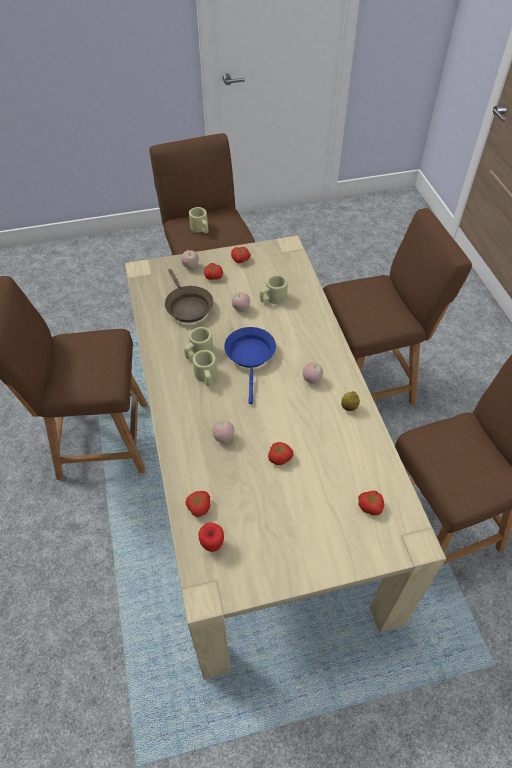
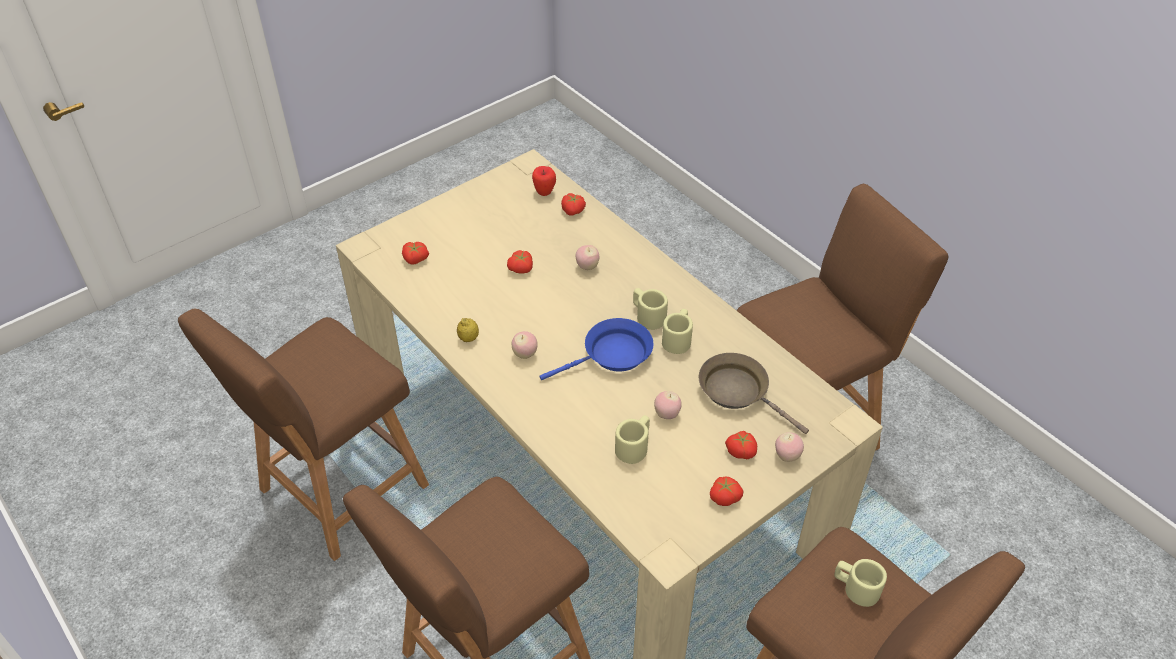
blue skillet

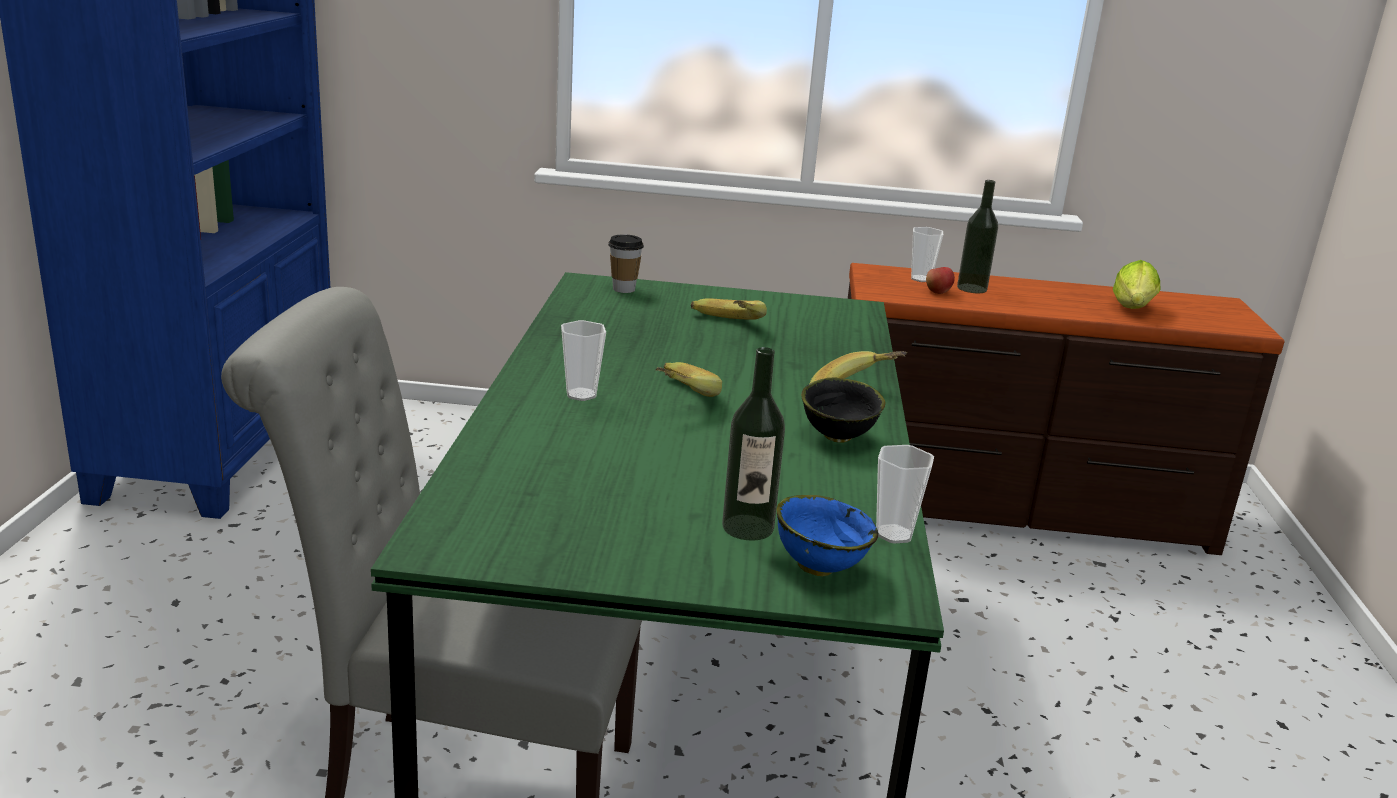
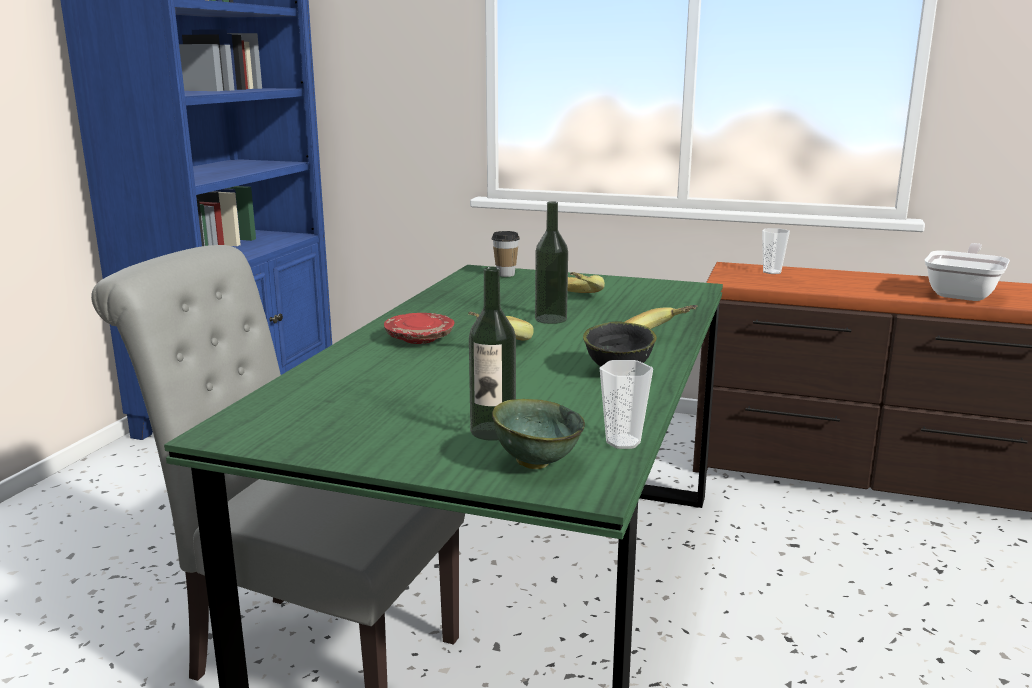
red plate; green serving bowl; drink bottle (no. 2 from left); skillet; apple fruit

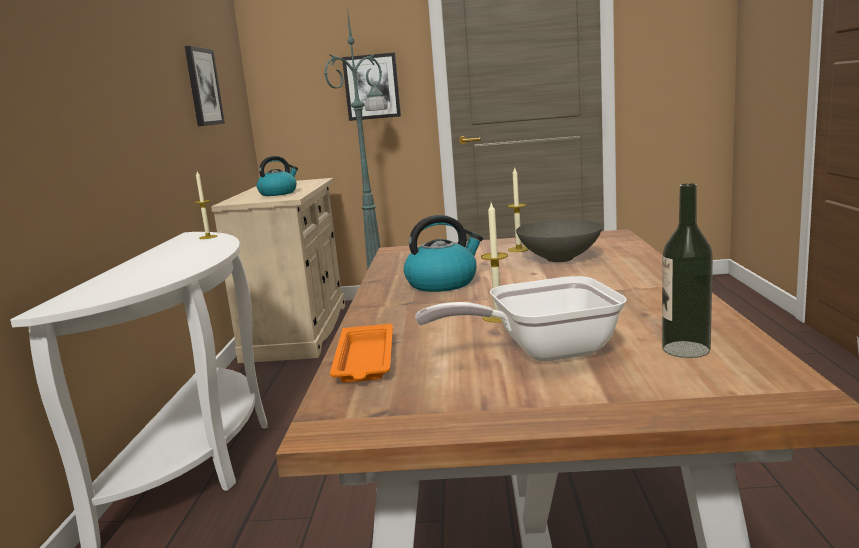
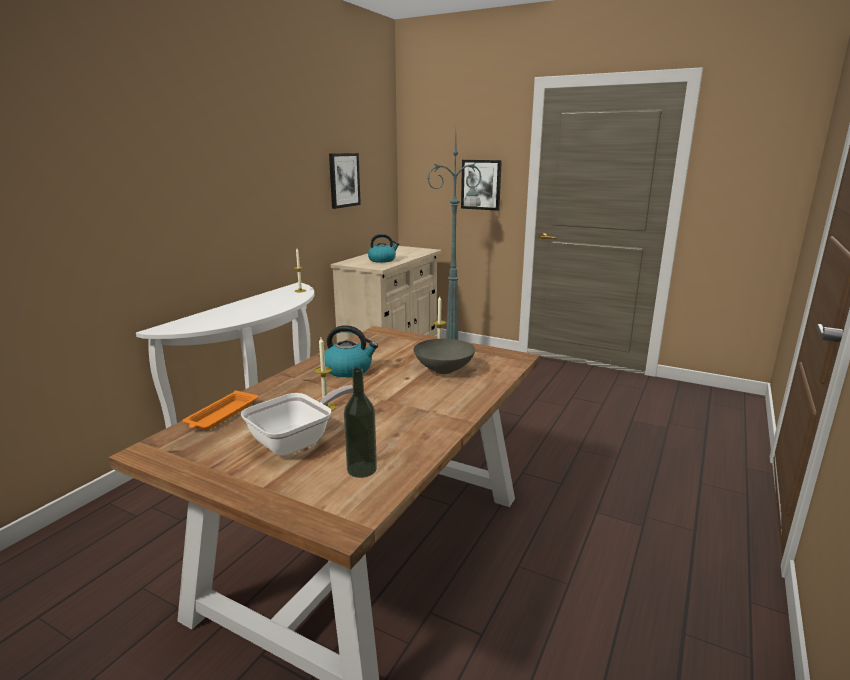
skillet

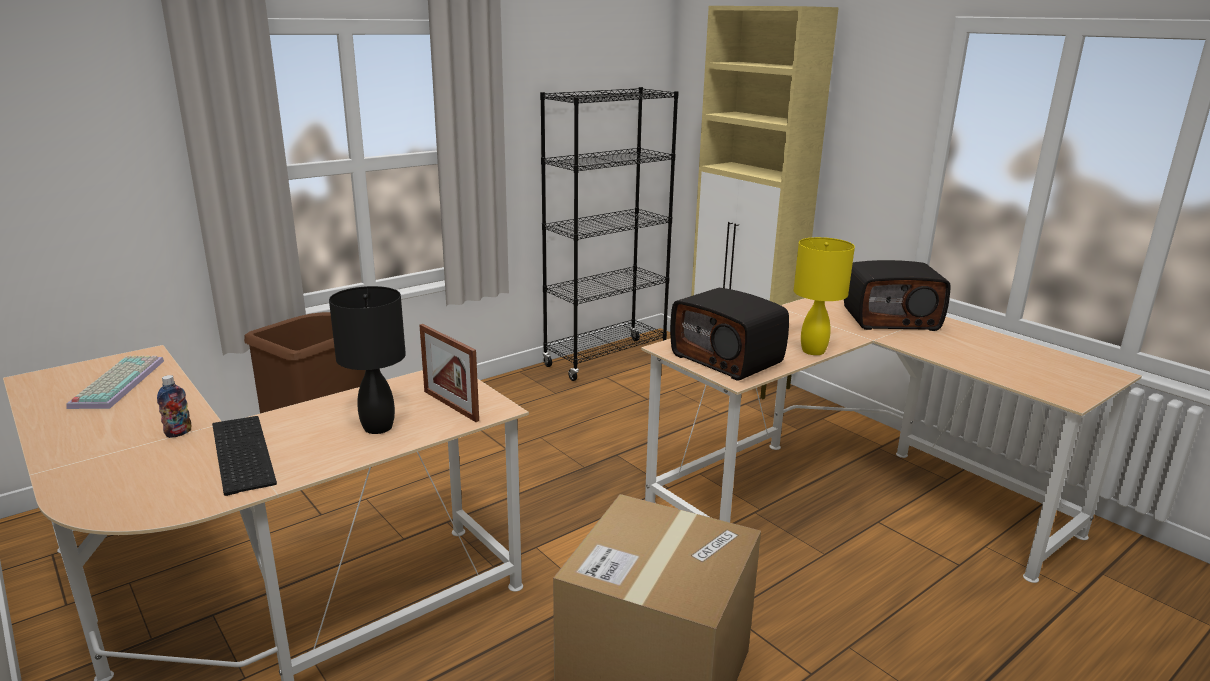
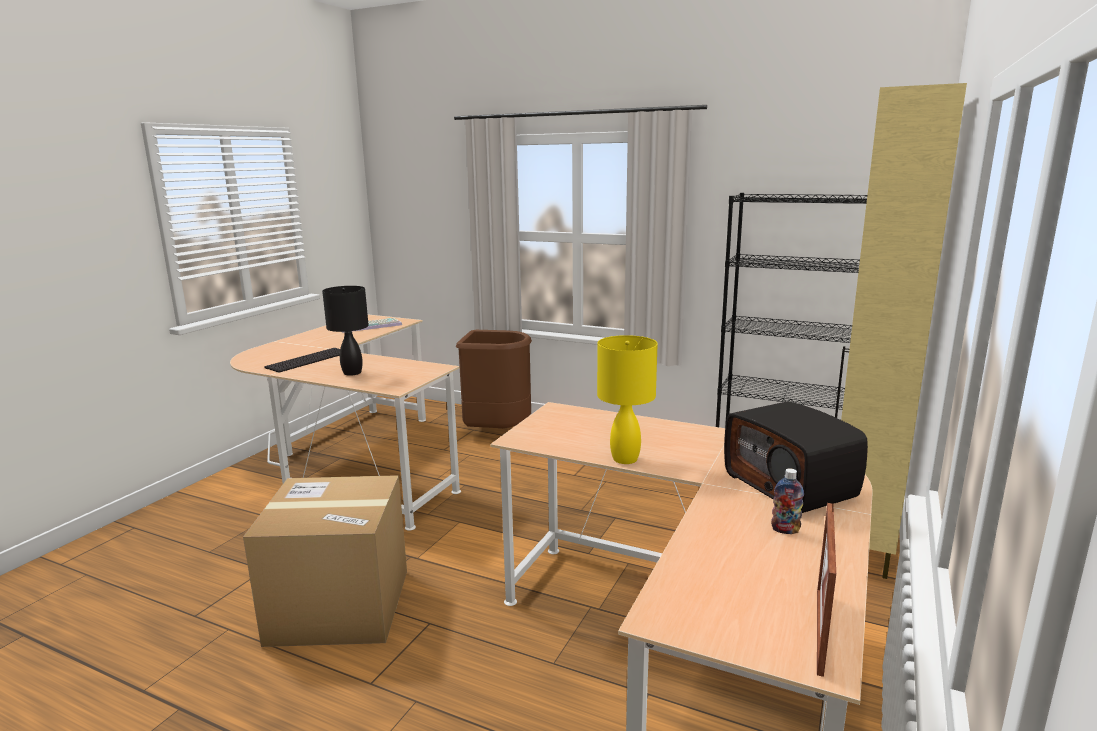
drink bottle; picture frame; radio set (no. 1 from left in the first image)

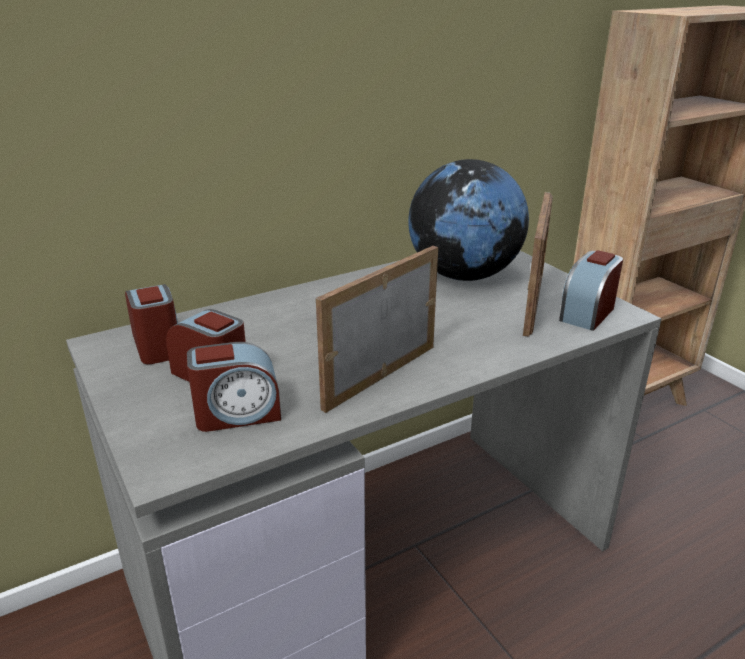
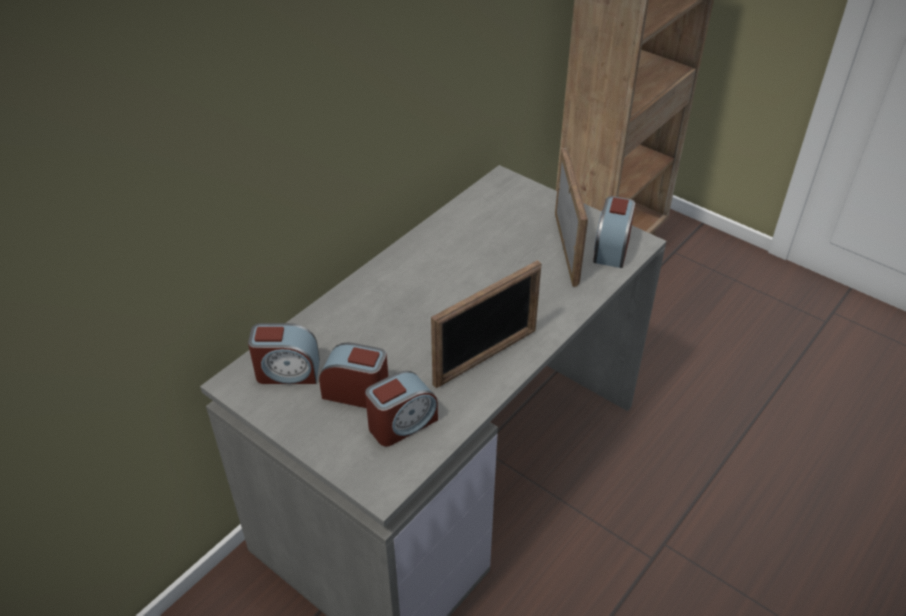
table clock (no. 1 from left); picture frame (no. 1 from left); desk globe

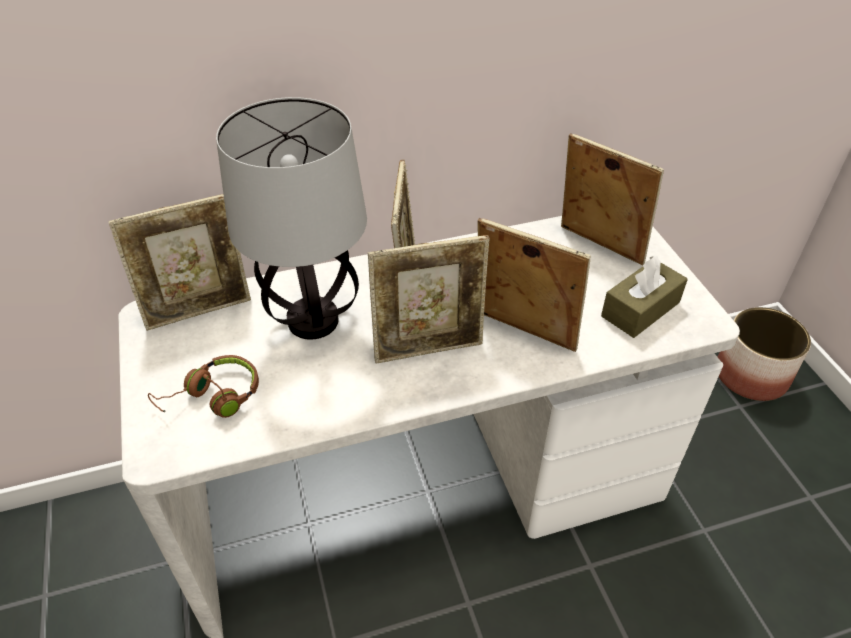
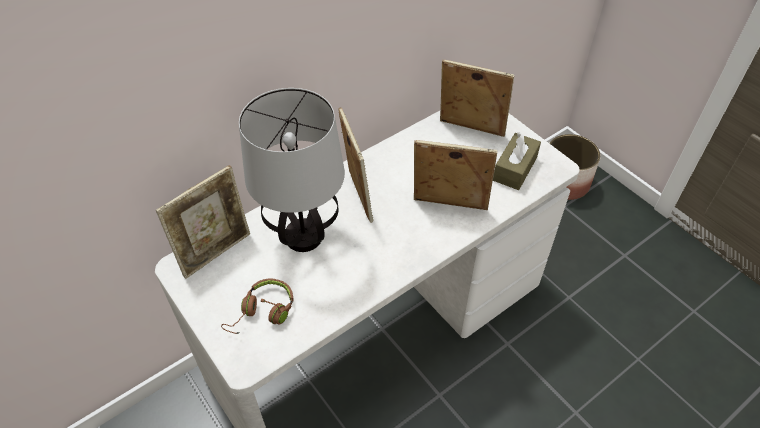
picture frame (no. 3 from left in the first image)

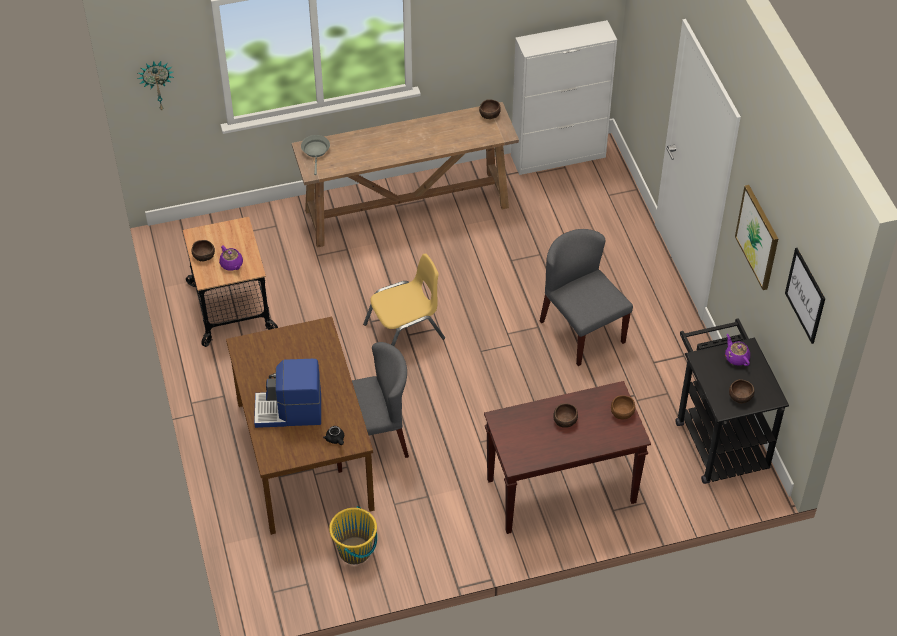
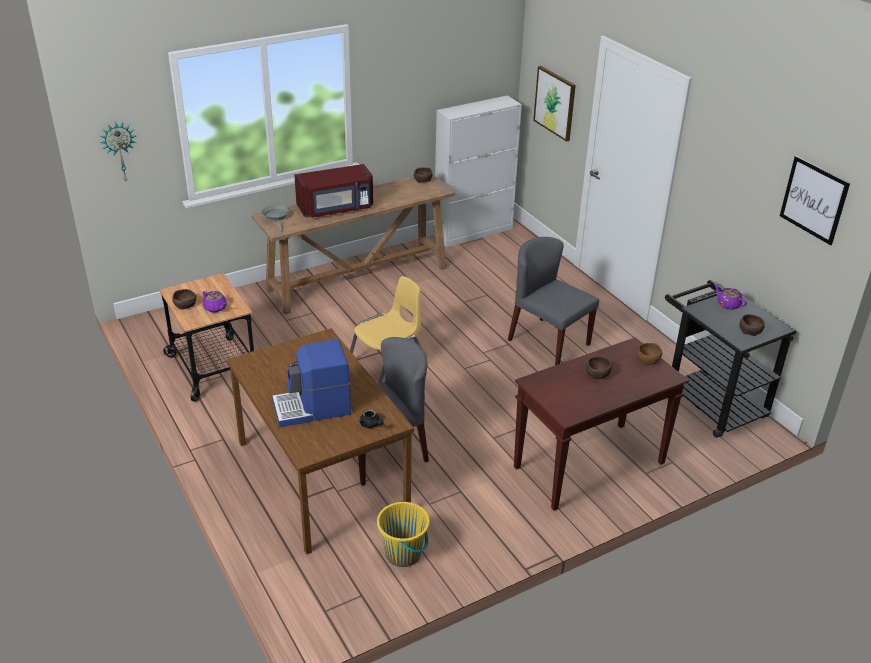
red kitchen microwave; picture (no. 1 from left)

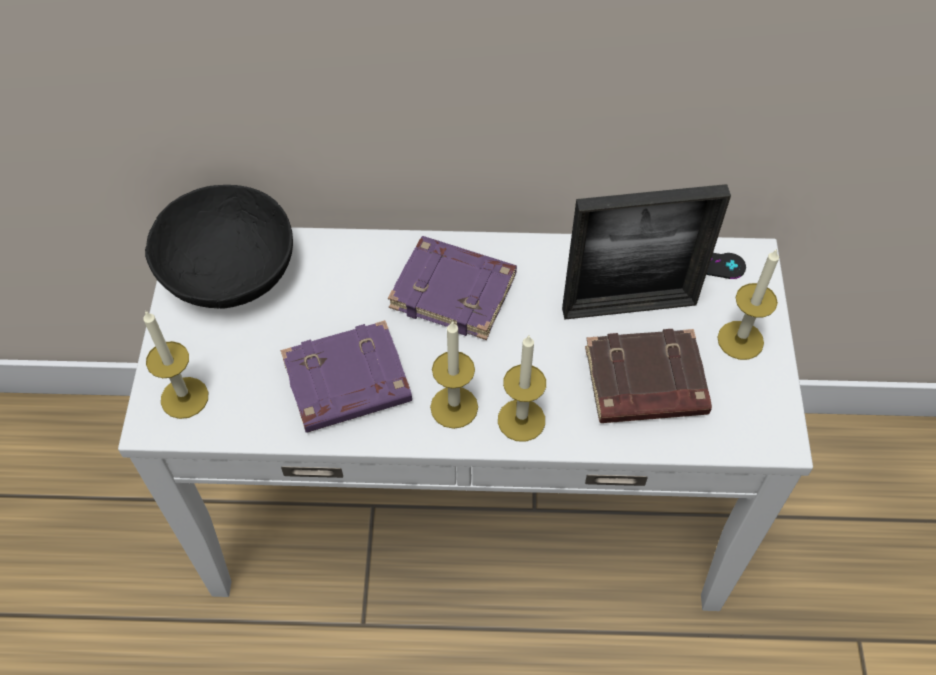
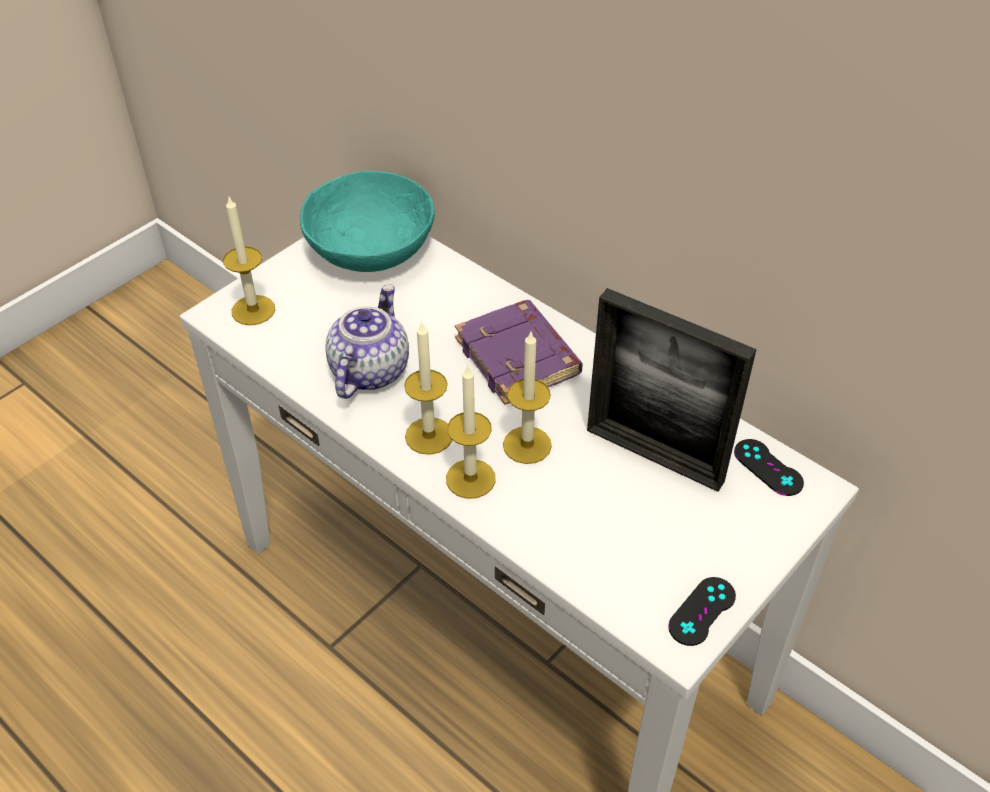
blue-green serving bowl; tea pot; wax light (no. 4 from left); black gamepad (no. 1 from left); brown bound book

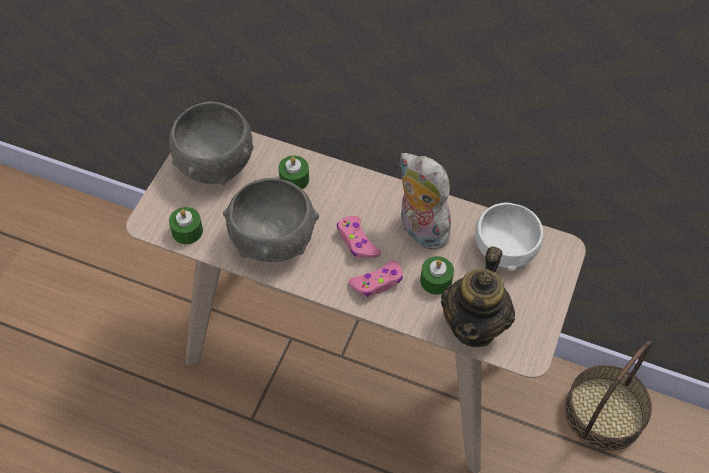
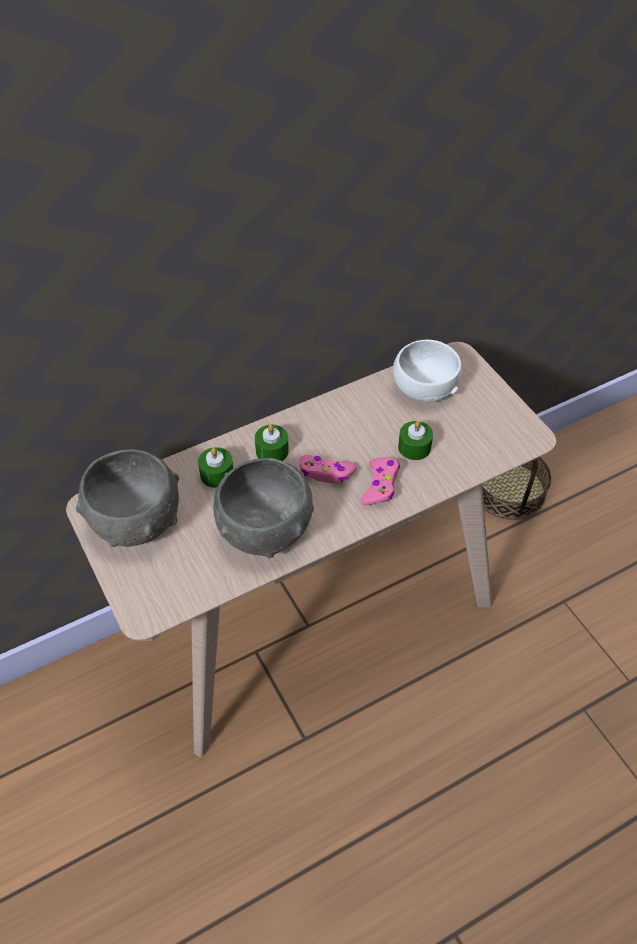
green wax light (no. 2 from left); cuddly toy; tea pot

